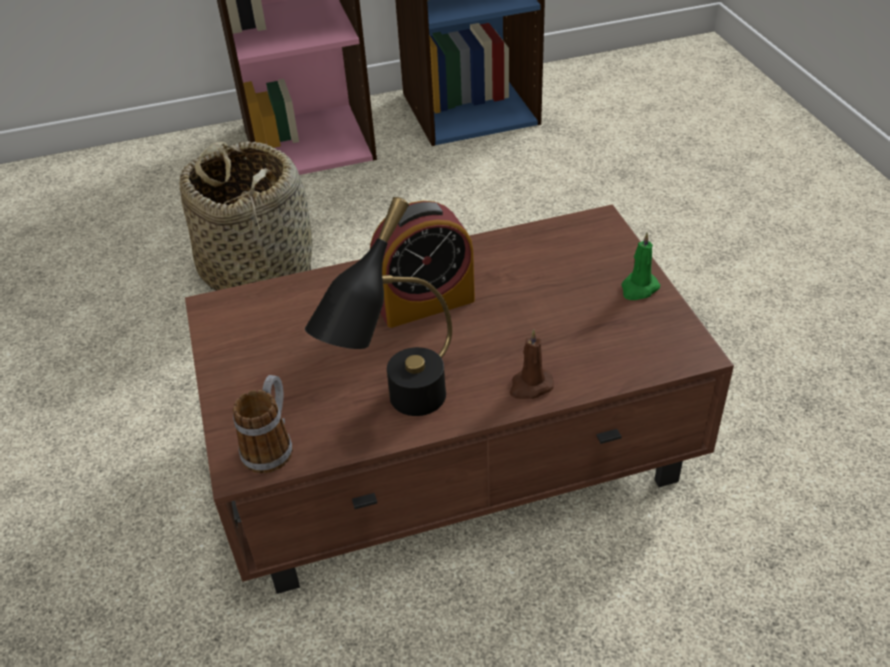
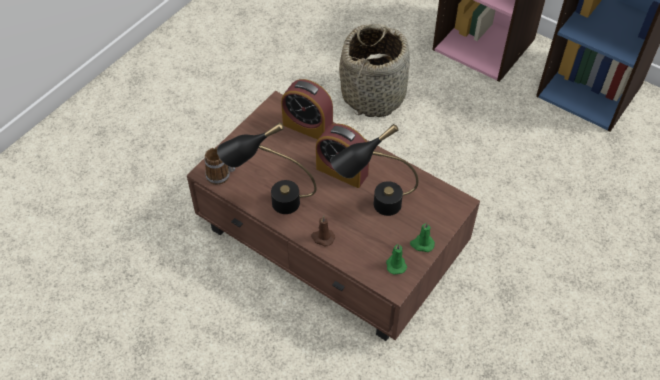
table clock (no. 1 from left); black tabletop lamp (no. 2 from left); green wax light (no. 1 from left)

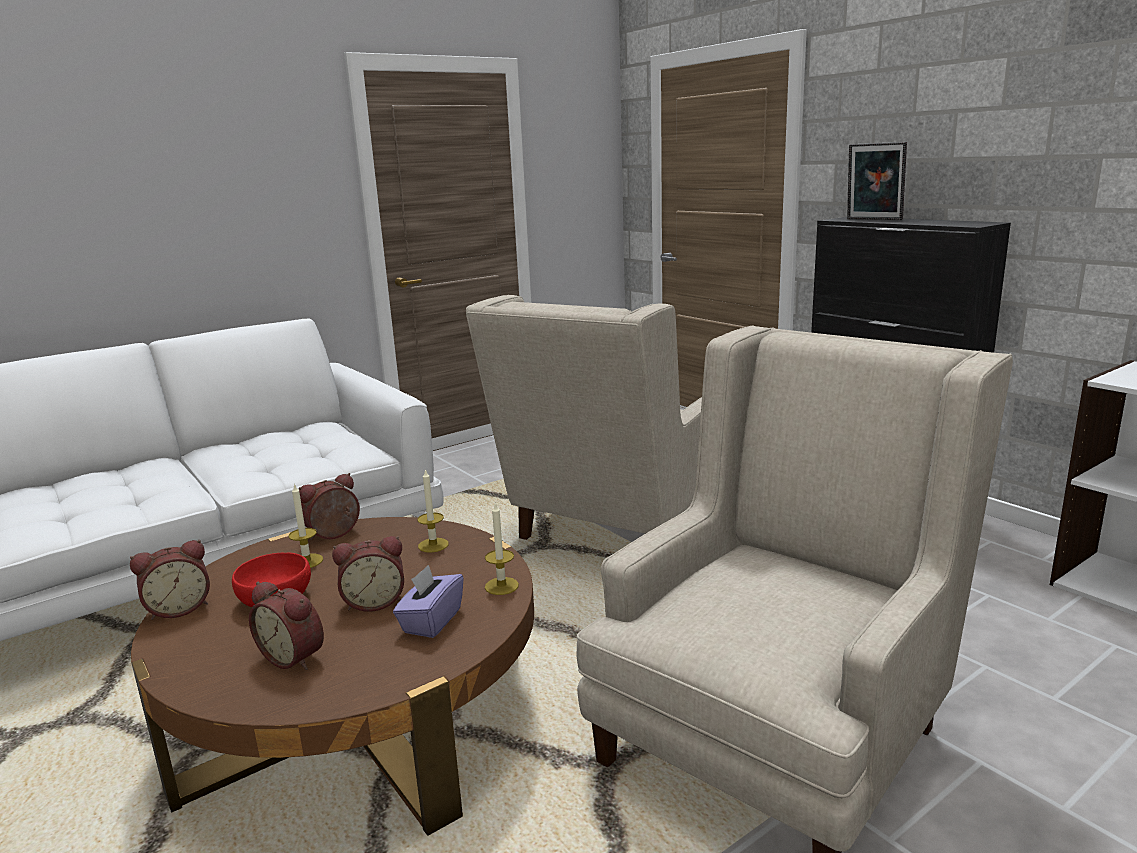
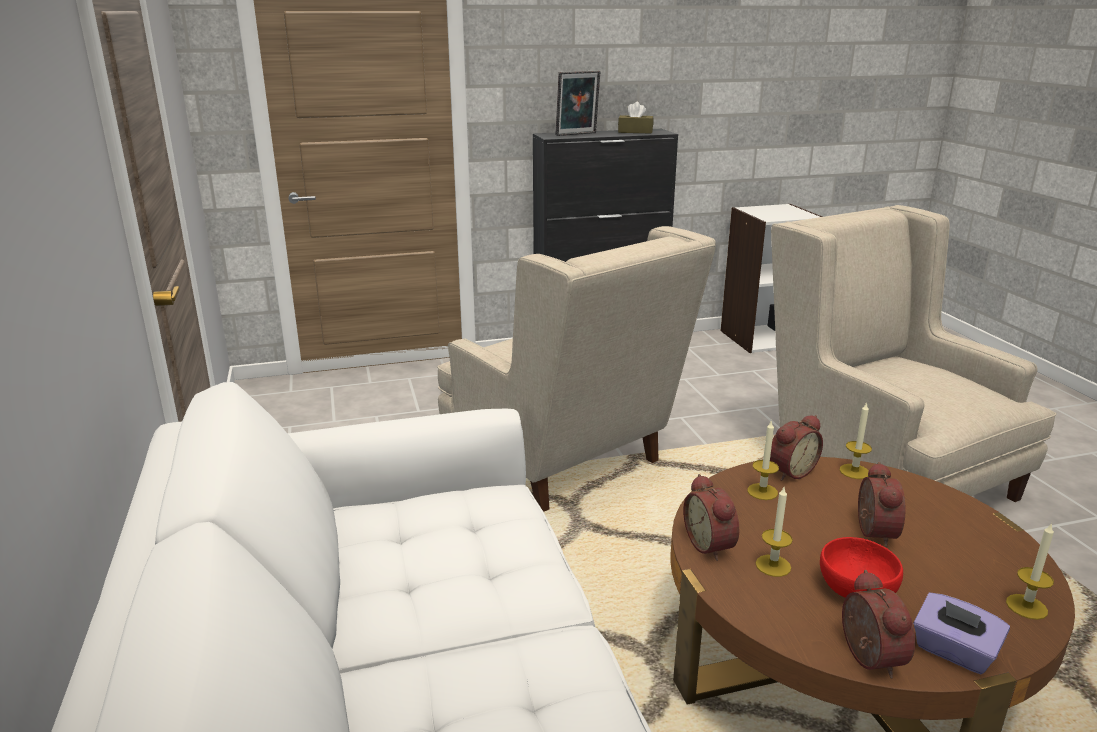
brown box of tissues; table clock (no. 2 from left); purplish box of tissues; wax light (no. 4 from left)

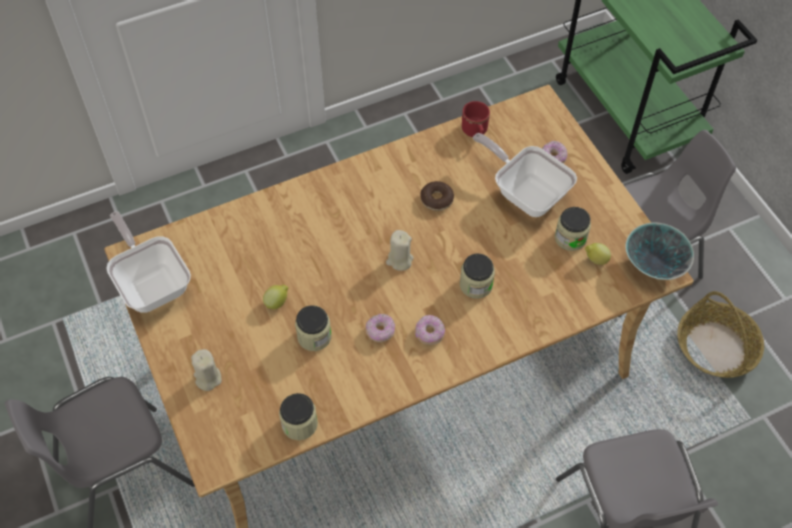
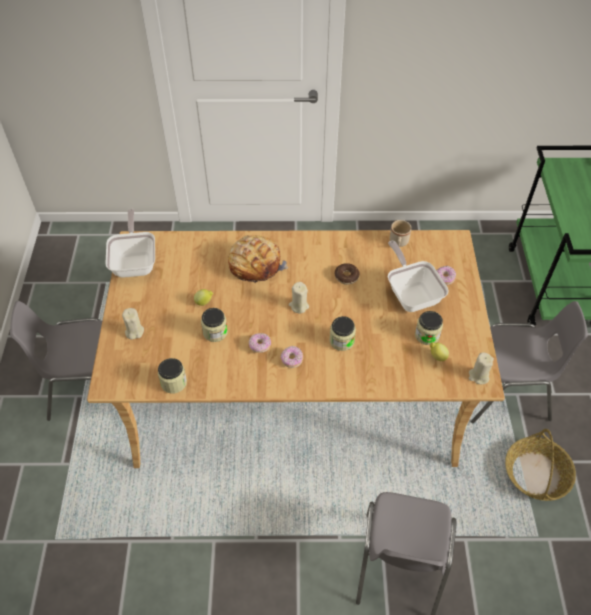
bread; beige coffee mug; beige wax light (no. 3 from left)

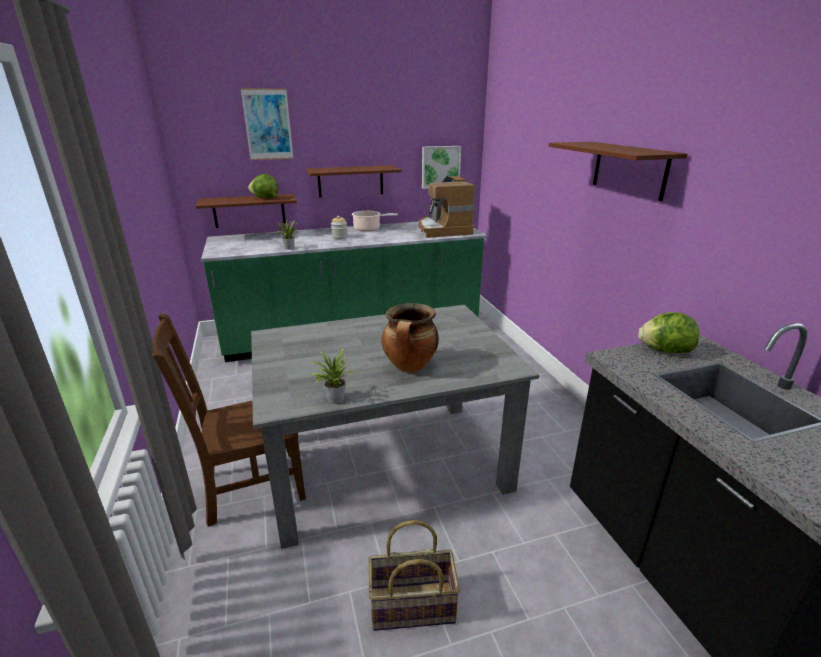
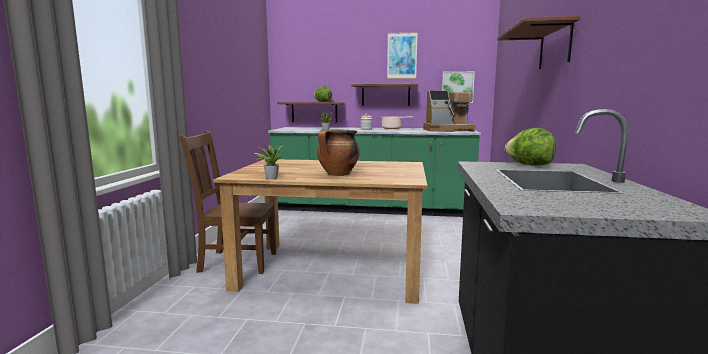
brown kitchen table; picture (no. 1 from left); coffee machine; household basket

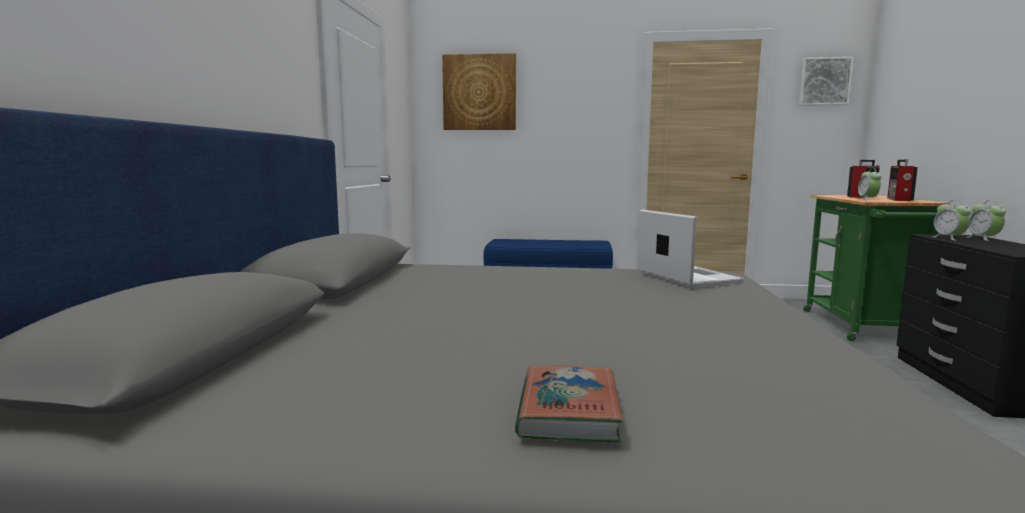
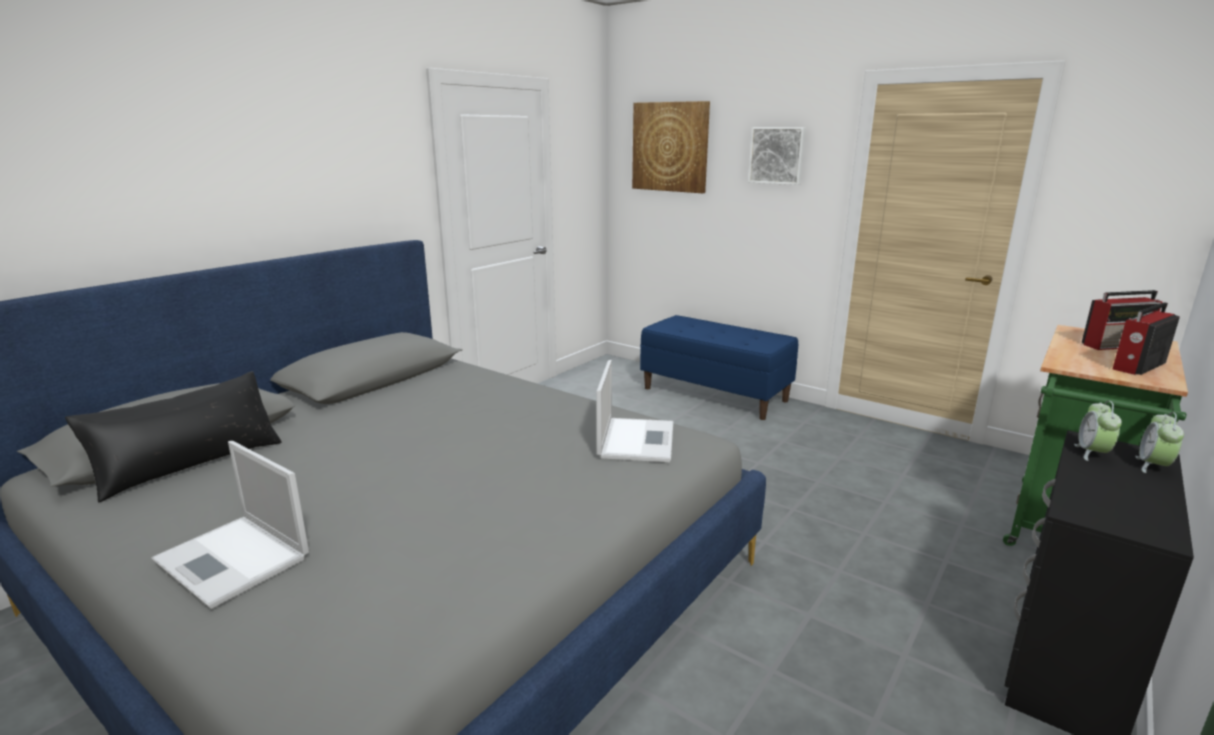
black throw pillow; laptop (no. 1 from left); picture (no. 2 from left); table clock (no. 1 from left in the first image)

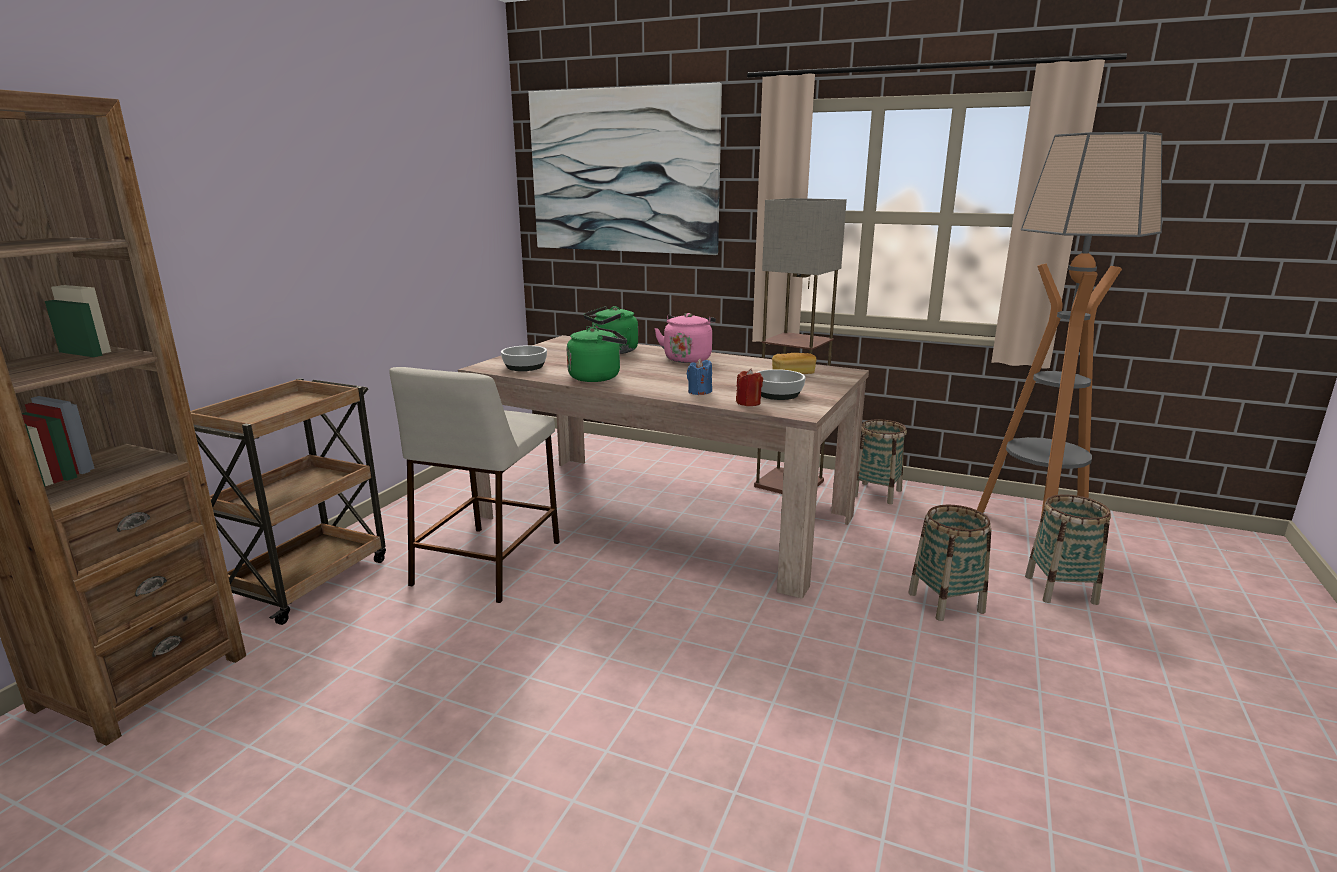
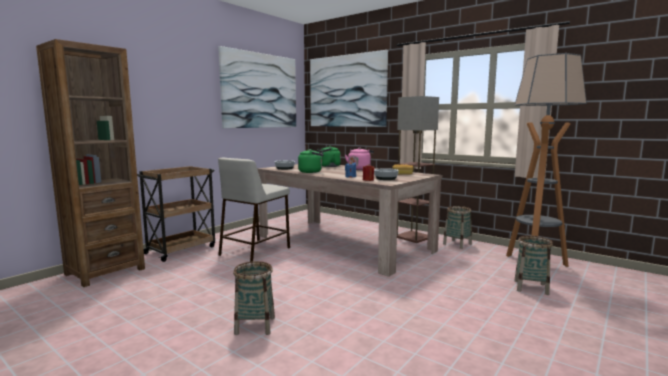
picture (no. 1 from left); household basket (no. 1 from left)

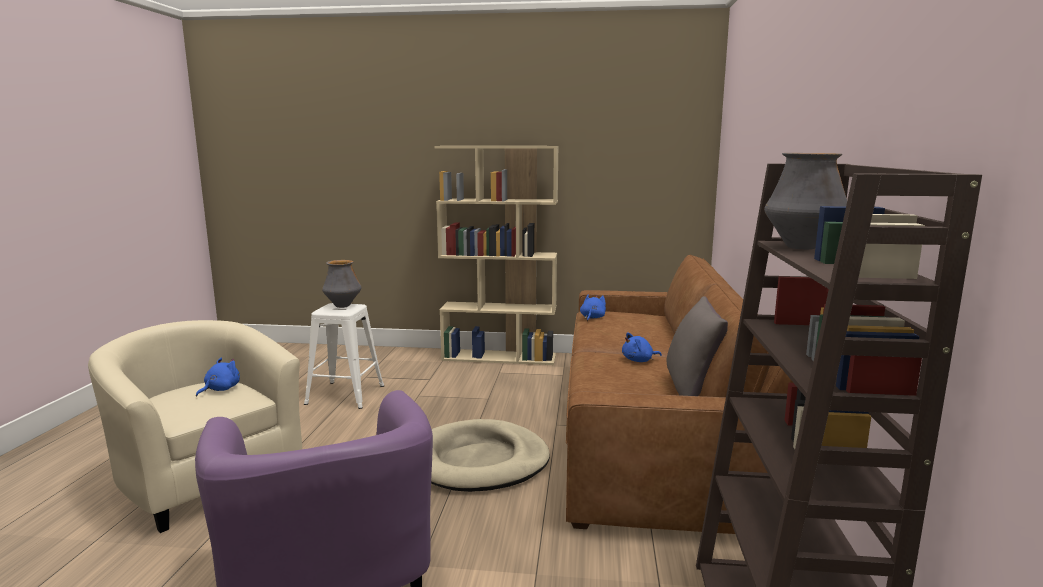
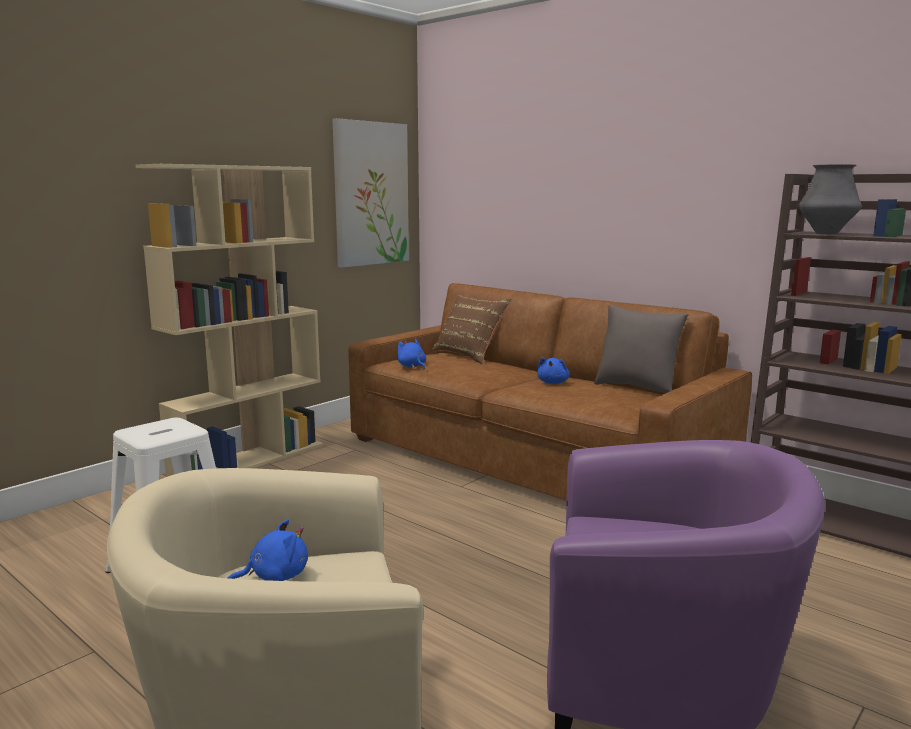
blue cuddly toy (no. 1 from left); picture; brown throw pillow; vase (no. 1 from left in the first image); beige pet bed

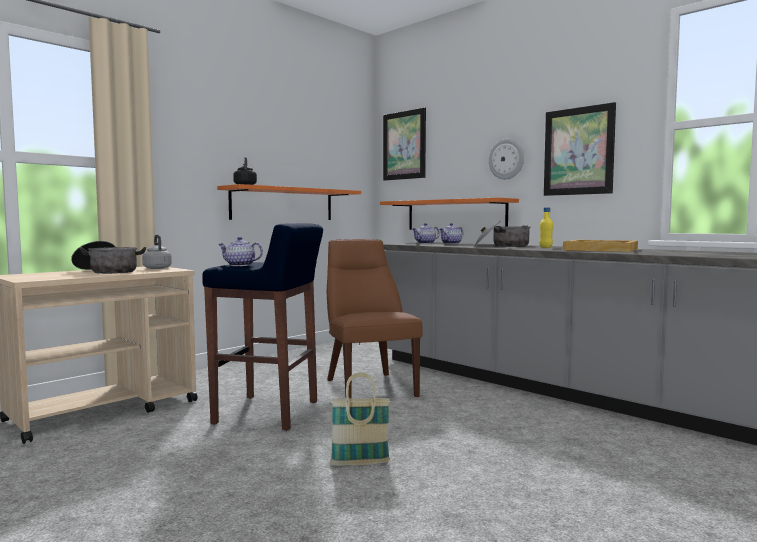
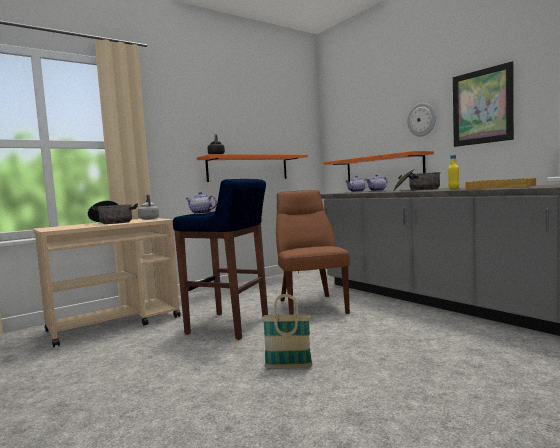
picture (no. 1 from left in the first image)

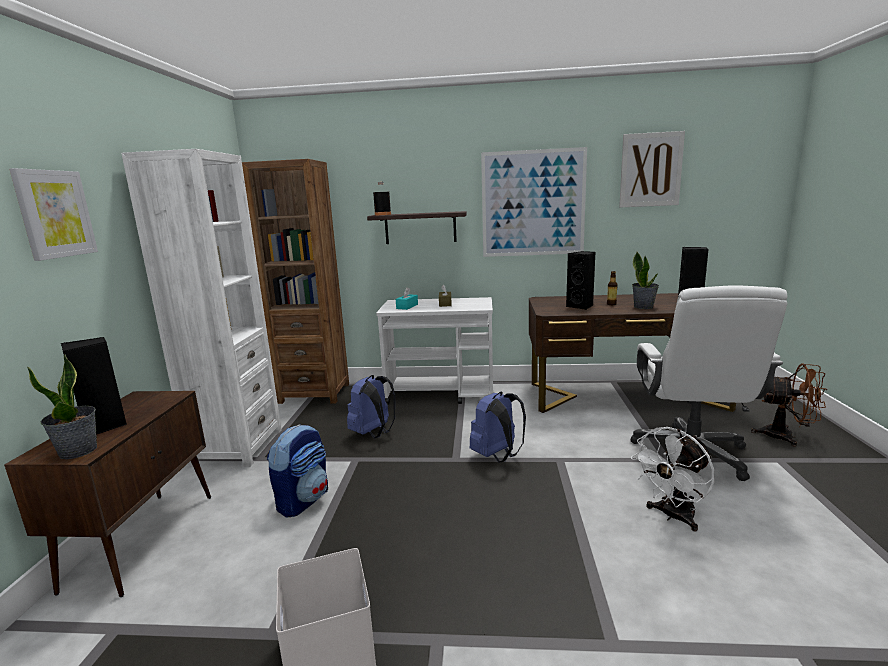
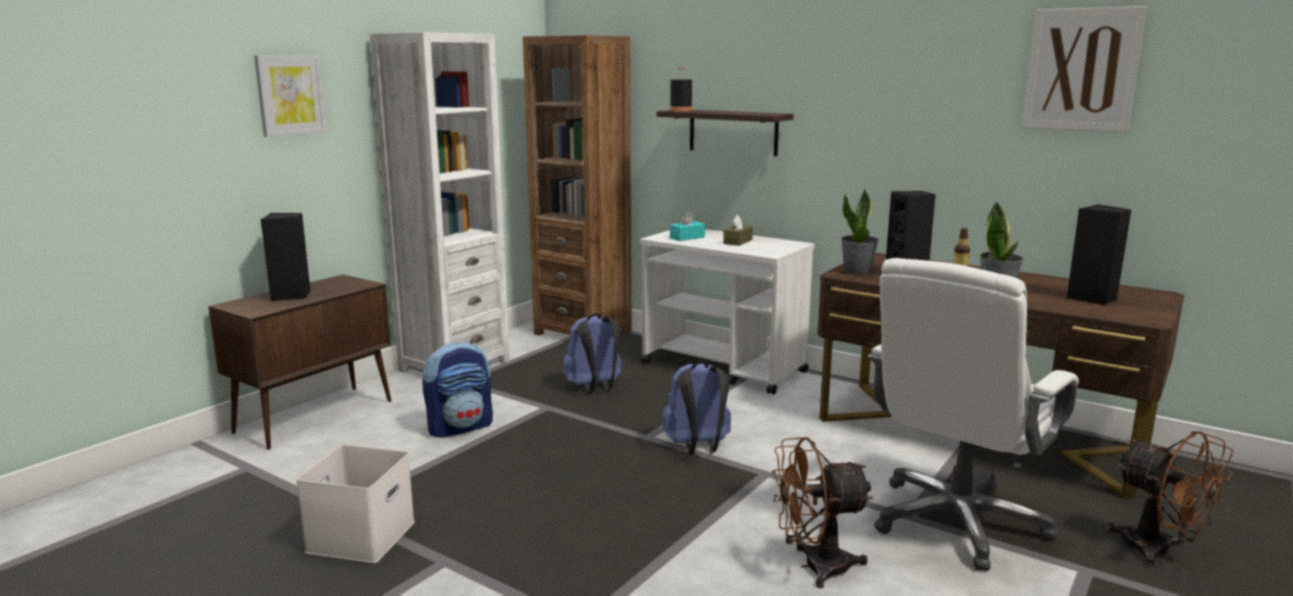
brown fan (no. 1 from left); houseplant (no. 1 from left); picture (no. 2 from left in the first image)

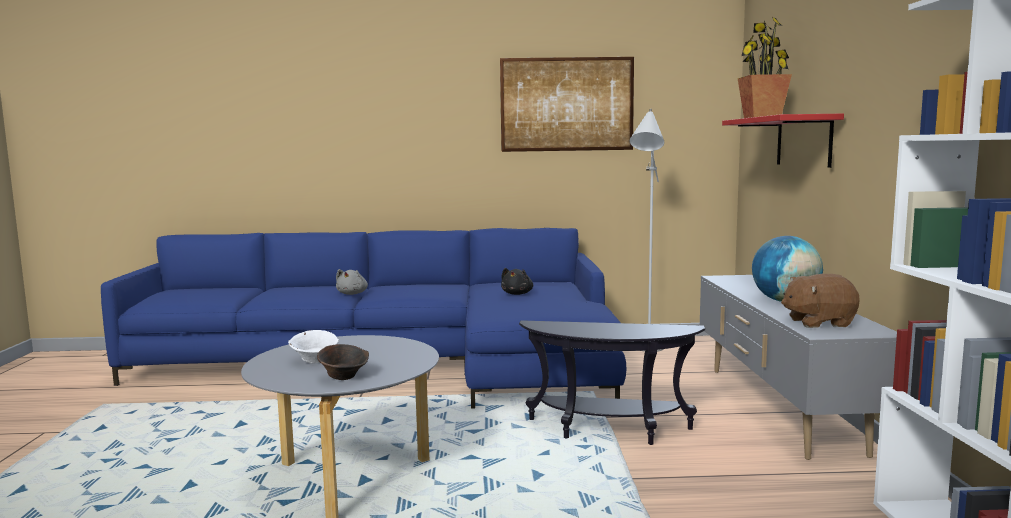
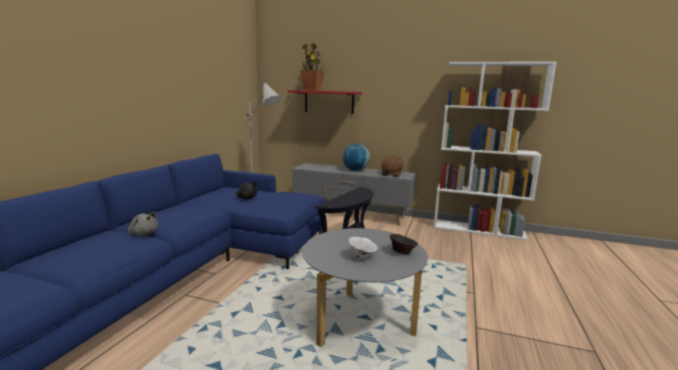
picture

